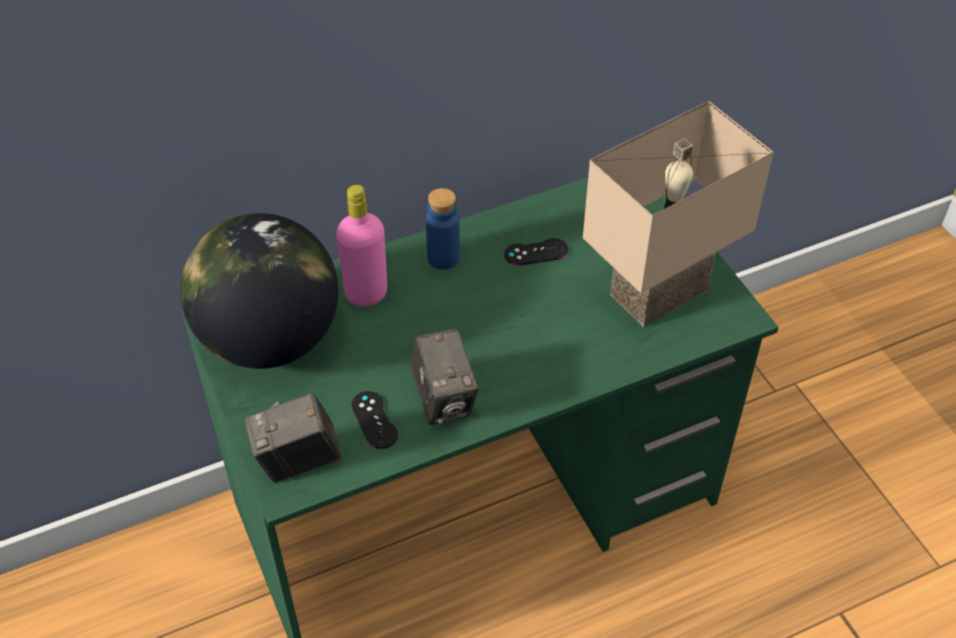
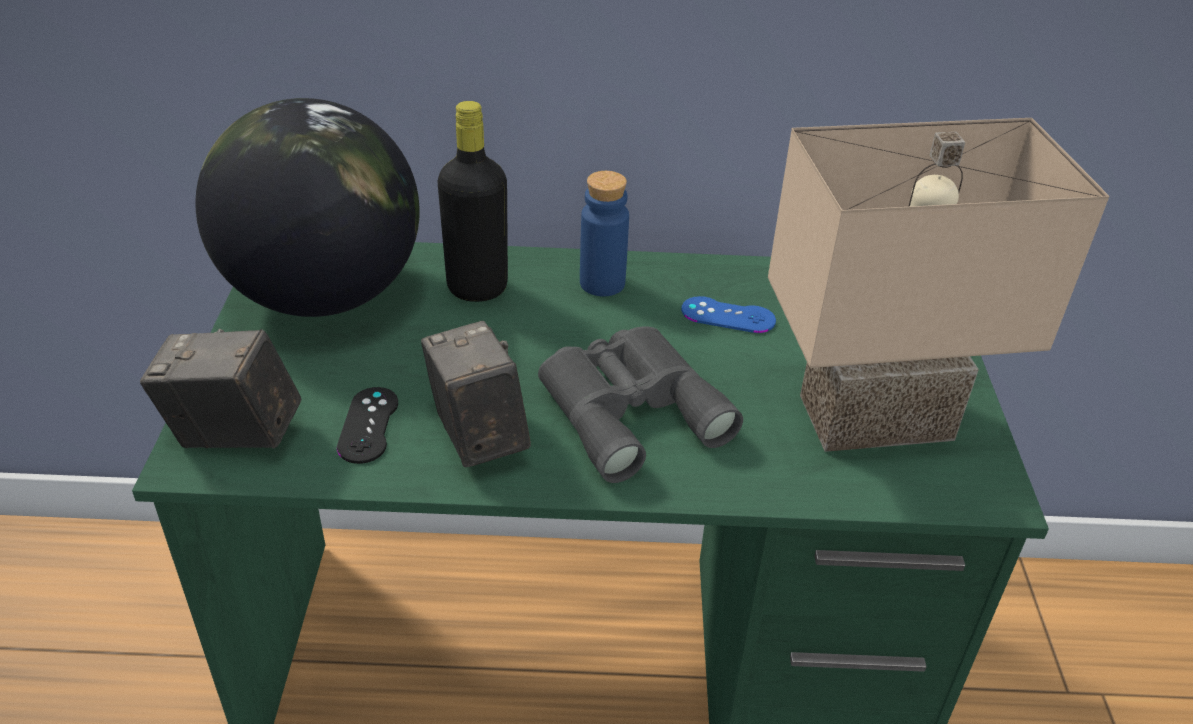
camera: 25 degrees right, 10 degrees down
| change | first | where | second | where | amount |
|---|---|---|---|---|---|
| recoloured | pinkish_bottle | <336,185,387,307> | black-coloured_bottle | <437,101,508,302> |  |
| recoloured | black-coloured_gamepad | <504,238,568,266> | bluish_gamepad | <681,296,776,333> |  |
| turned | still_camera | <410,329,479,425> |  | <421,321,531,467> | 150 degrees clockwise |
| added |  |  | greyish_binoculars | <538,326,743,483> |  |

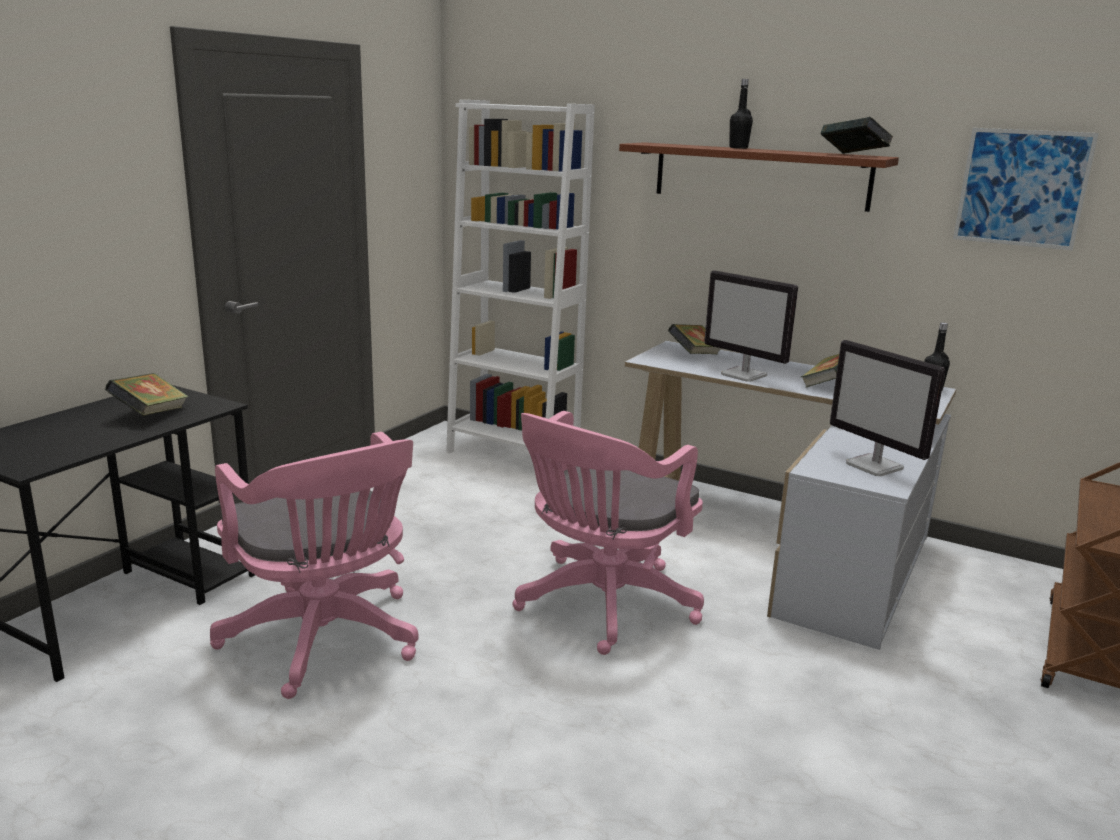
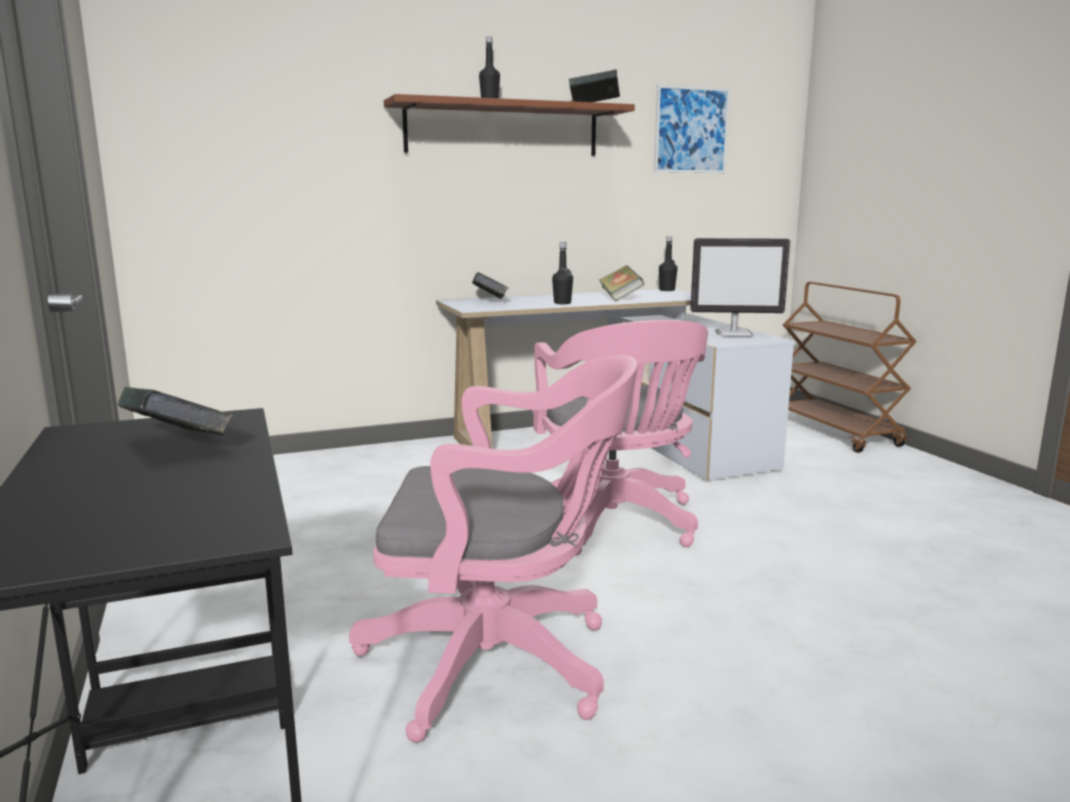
camera: 50 degrees left, 5 degrees down
| change | first | where | second | where | amount |
|---|---|---|---|---|---|
| removed | white_bookcase | <446,100,595,454> |  |  |  |
| replaced | monitor | <704,270,798,382> | black-coloured_bottle | <552,242,573,304> |  |

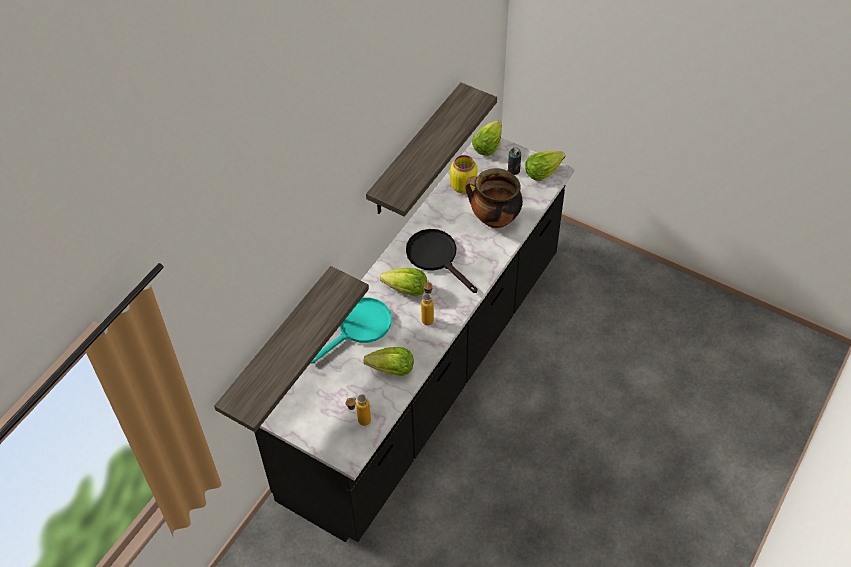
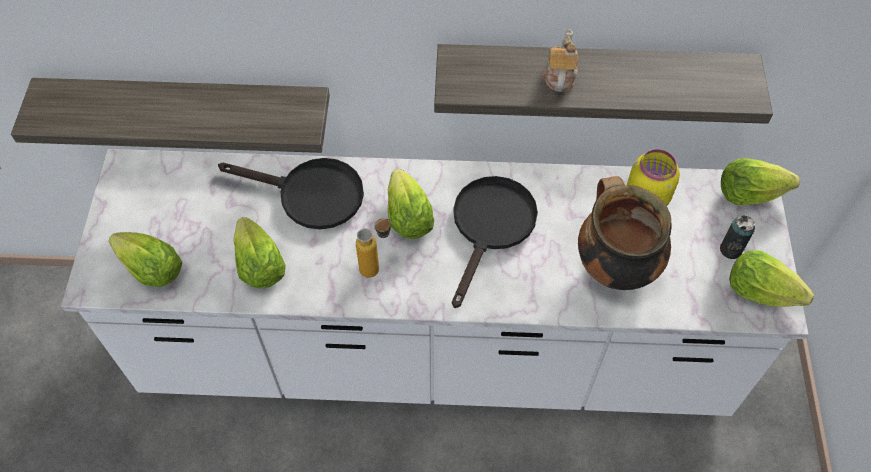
camera: 60 degrees right, 5 degrees up
| change | first | where | second | where | amount |
|---|---|---|---|---|---|
| recoloured | black-coloured_kitchen_base_unit | <254,138,575,542> | white_kitchen_base_unit | <61,149,808,416> |  |
| recoloured | turquoise-coloured_frying_pan | <310,298,392,364> | black-coloured_frying_pan | <218,158,364,229> |  |
| replaced | bottle | <345,394,371,426> | lettuce_head | <108,232,182,287> |  |
| added |  |  | teapot | <542,29,579,92> |  |

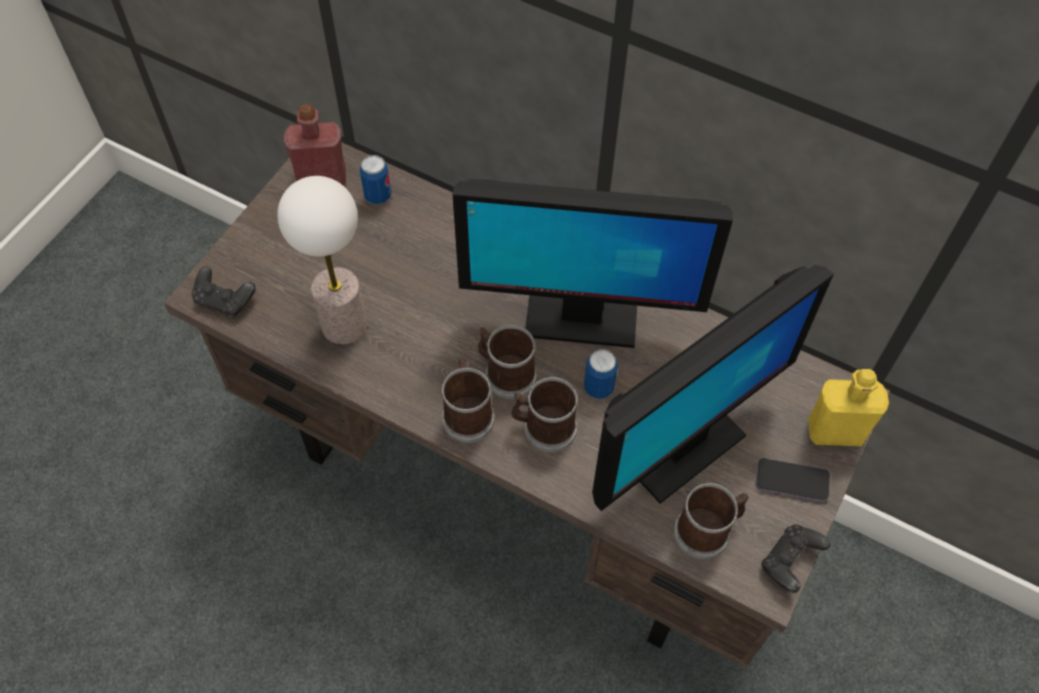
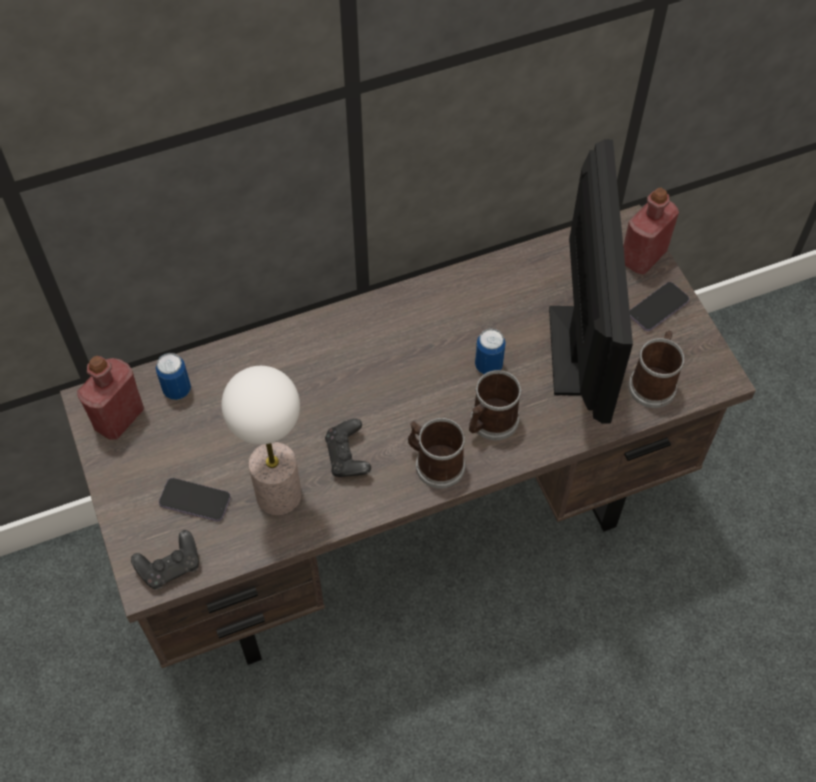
camera: 50 degrees left, 0 degrees up
| change | first | where | second | where | amount |
|---|---|---|---|---|---|
| removed | monitor | <453,179,733,348> |  |  |  |
| removed | mug | <478,325,537,399> |  |  |  |
| recoloured | yellow-coloured_bottle | <808,369,889,446> | reddish_bottle | <623,188,679,274> |  |
| moved | black-coloured_gamepad | <762,524,831,593> |  | <325,419,371,477> |  |
| added |  |  | phone | <159,478,231,521> |  |

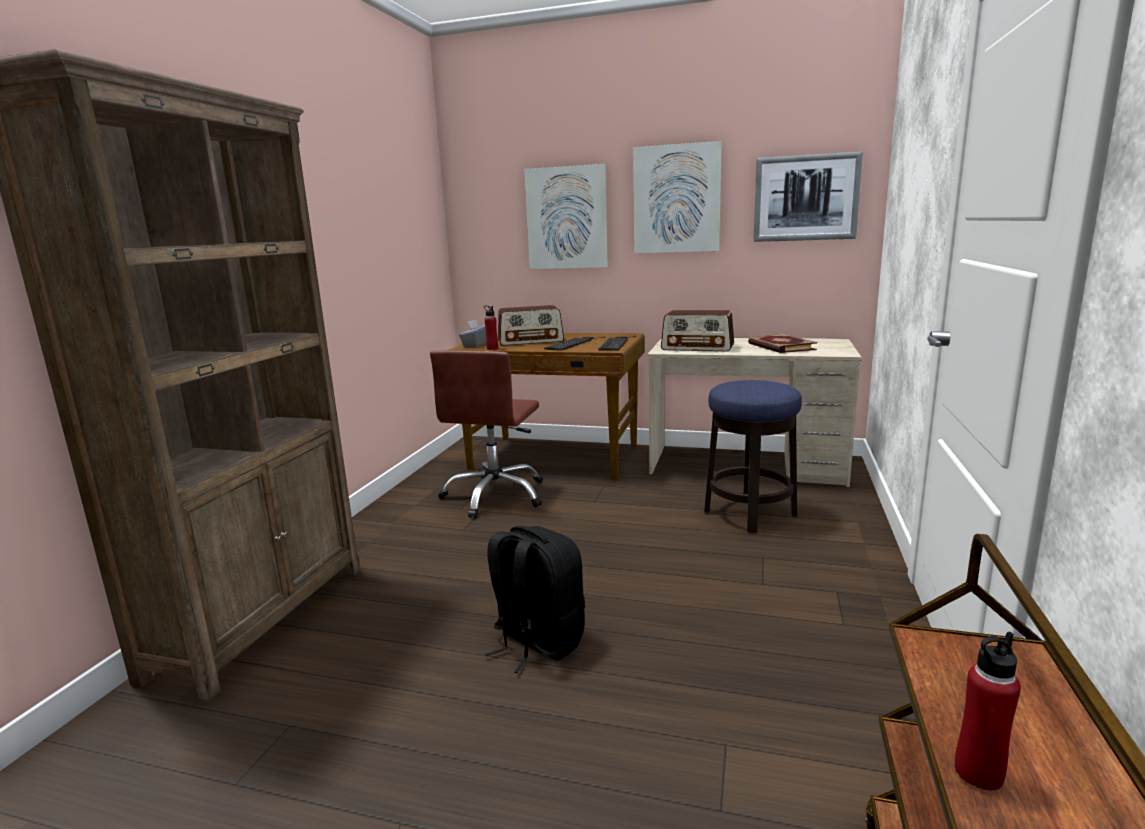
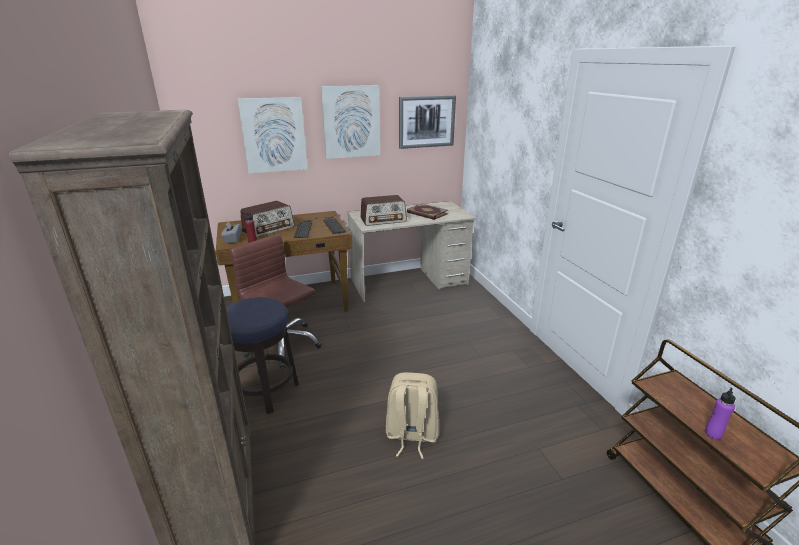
camera: 35 degrees left, 10 degrees up
| change | first | where | second | where | amount |
|---|---|---|---|---|---|
| turned | brown_computer_chair | <430,350,543,518> |  | <230,234,322,368> | 150 degrees clockwise |
| moved | stool_seat | <704,380,802,533> |  | <226,297,299,414> |  |
| recoloured | black-coloured_rucksack | <485,526,585,673> | sand-coloured_rucksack | <386,372,439,459> |  |
| recoloured | reddish_bottle | <955,632,1021,790> | purple-coloured_bottle | <705,388,736,440> |  |

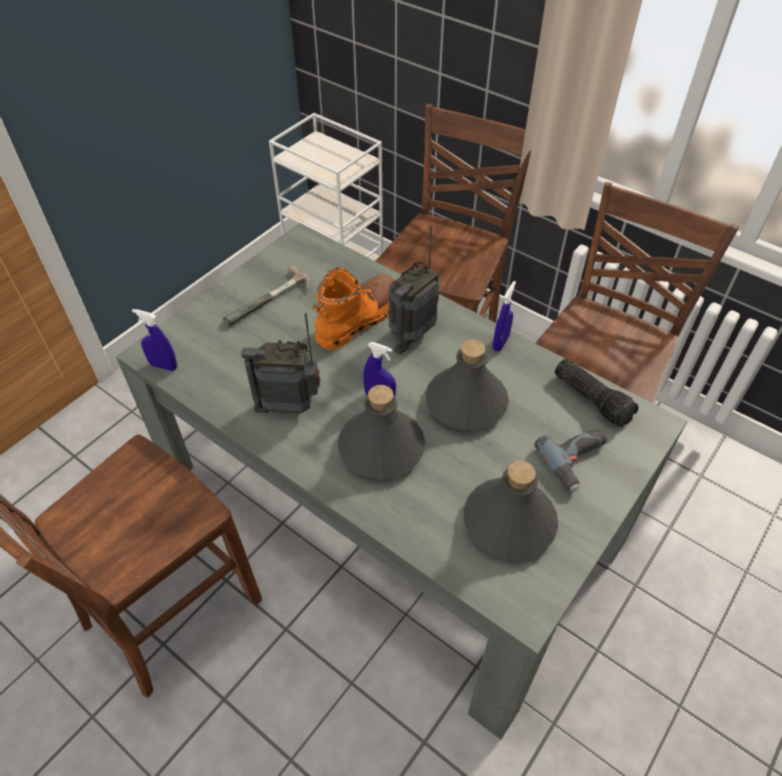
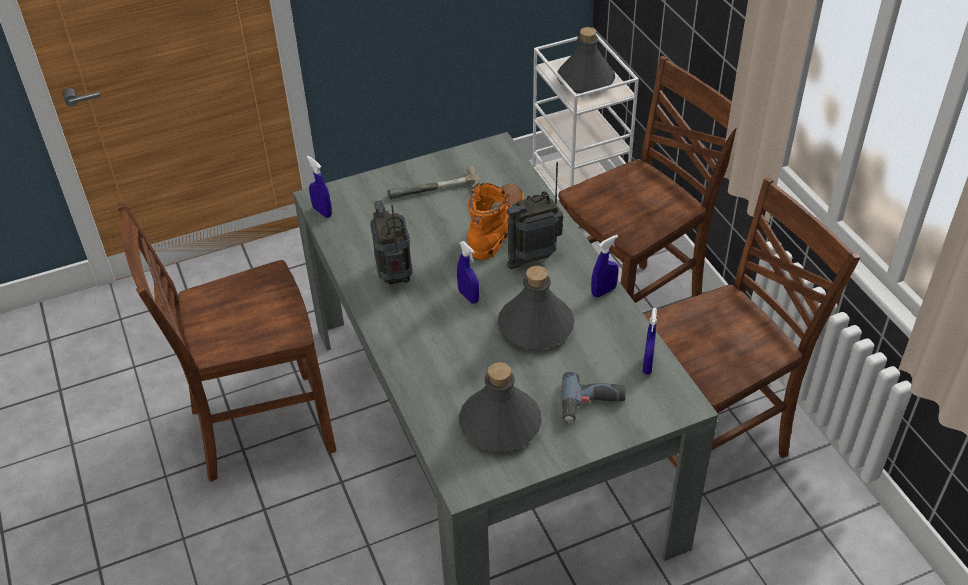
camera: 30 degrees right, 5 degrees down
| change | first | where | second | where | amount |
|---|---|---|---|---|---|
| turned | orange-coloured_boot | <312,268,394,350> |  | <468,183,525,260> | 45 degrees counterclockwise |
| turned | radio_receiver | <241,313,320,413> |  | <370,200,413,284> | 45 degrees clockwise |
| replaced | hand_torch | <555,358,639,428> | bluish_spray_bottle | <642,308,657,375> |  |
| moved | greyish_bottle | <338,385,425,479> |  | <557,27,615,93> |  |

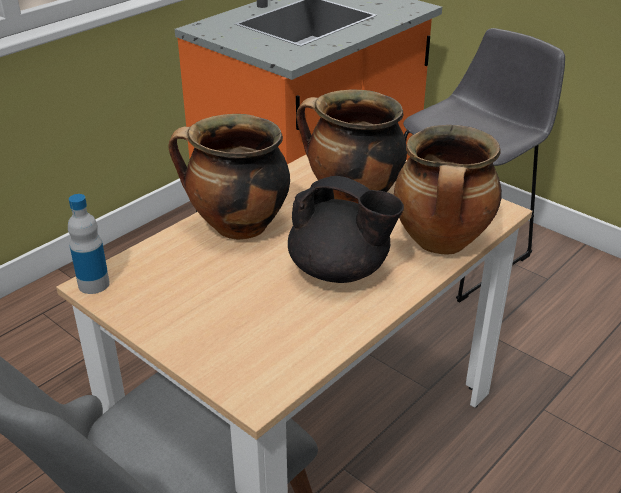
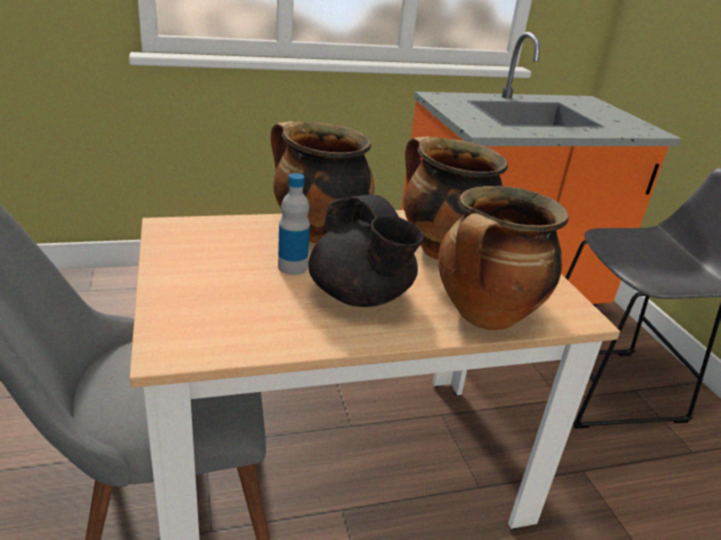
camera: 30 degrees right, 5 degrees down
| change | first | where | second | where | amount |
|---|---|---|---|---|---|
| moved | bottle | <68,194,110,294> |  | <278,173,310,275> |  |

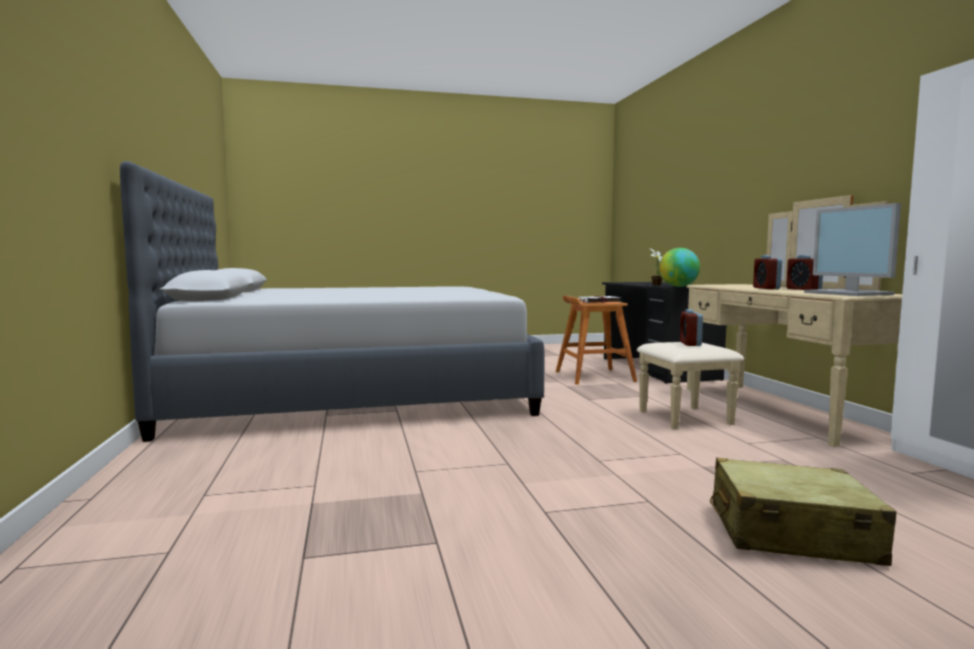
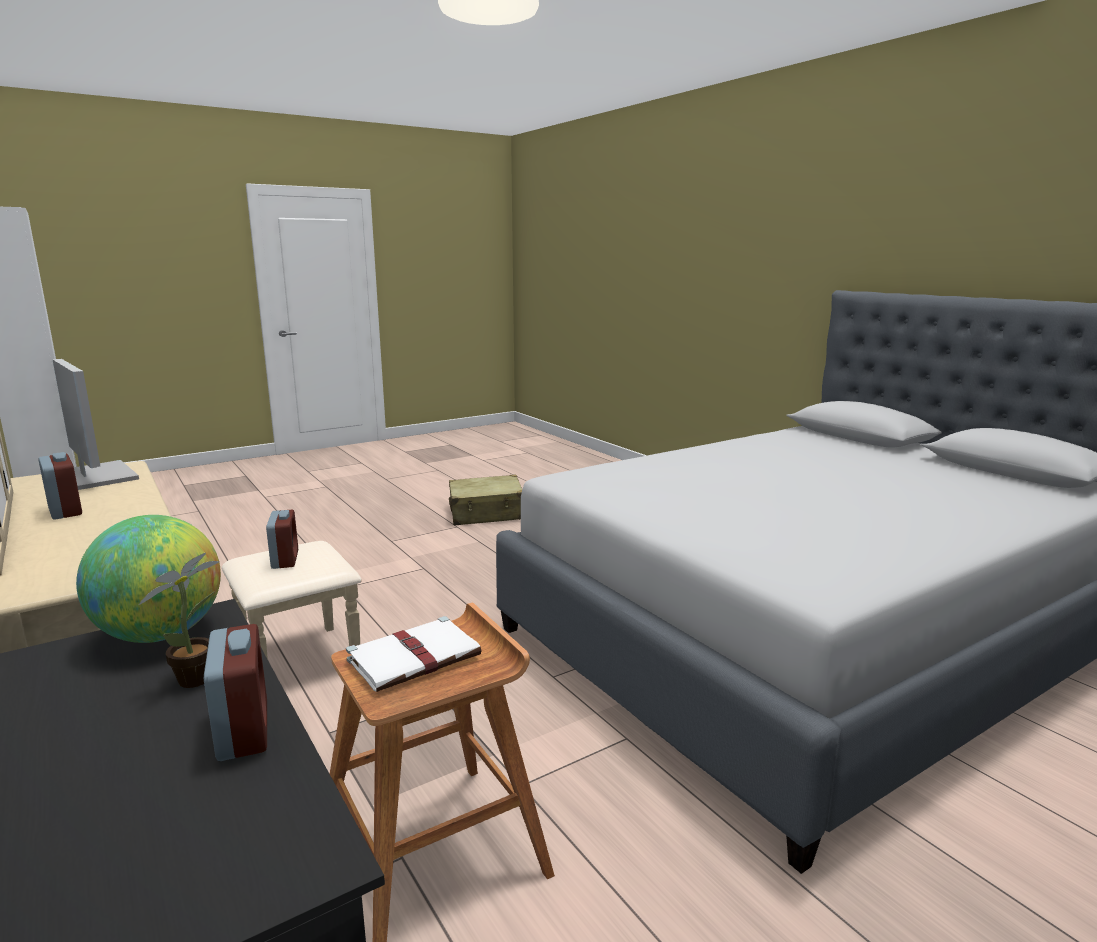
camera: 160 degrees right, 10 degrees up
| change | first | where | second | where | amount |
|---|---|---|---|---|---|
| moved | alarm_clock | <753,255,782,289> |  | <204,624,267,761> |  |
| moved | sand-coloured_travel_case | <710,457,897,566> |  | <449,475,522,526> |  |

